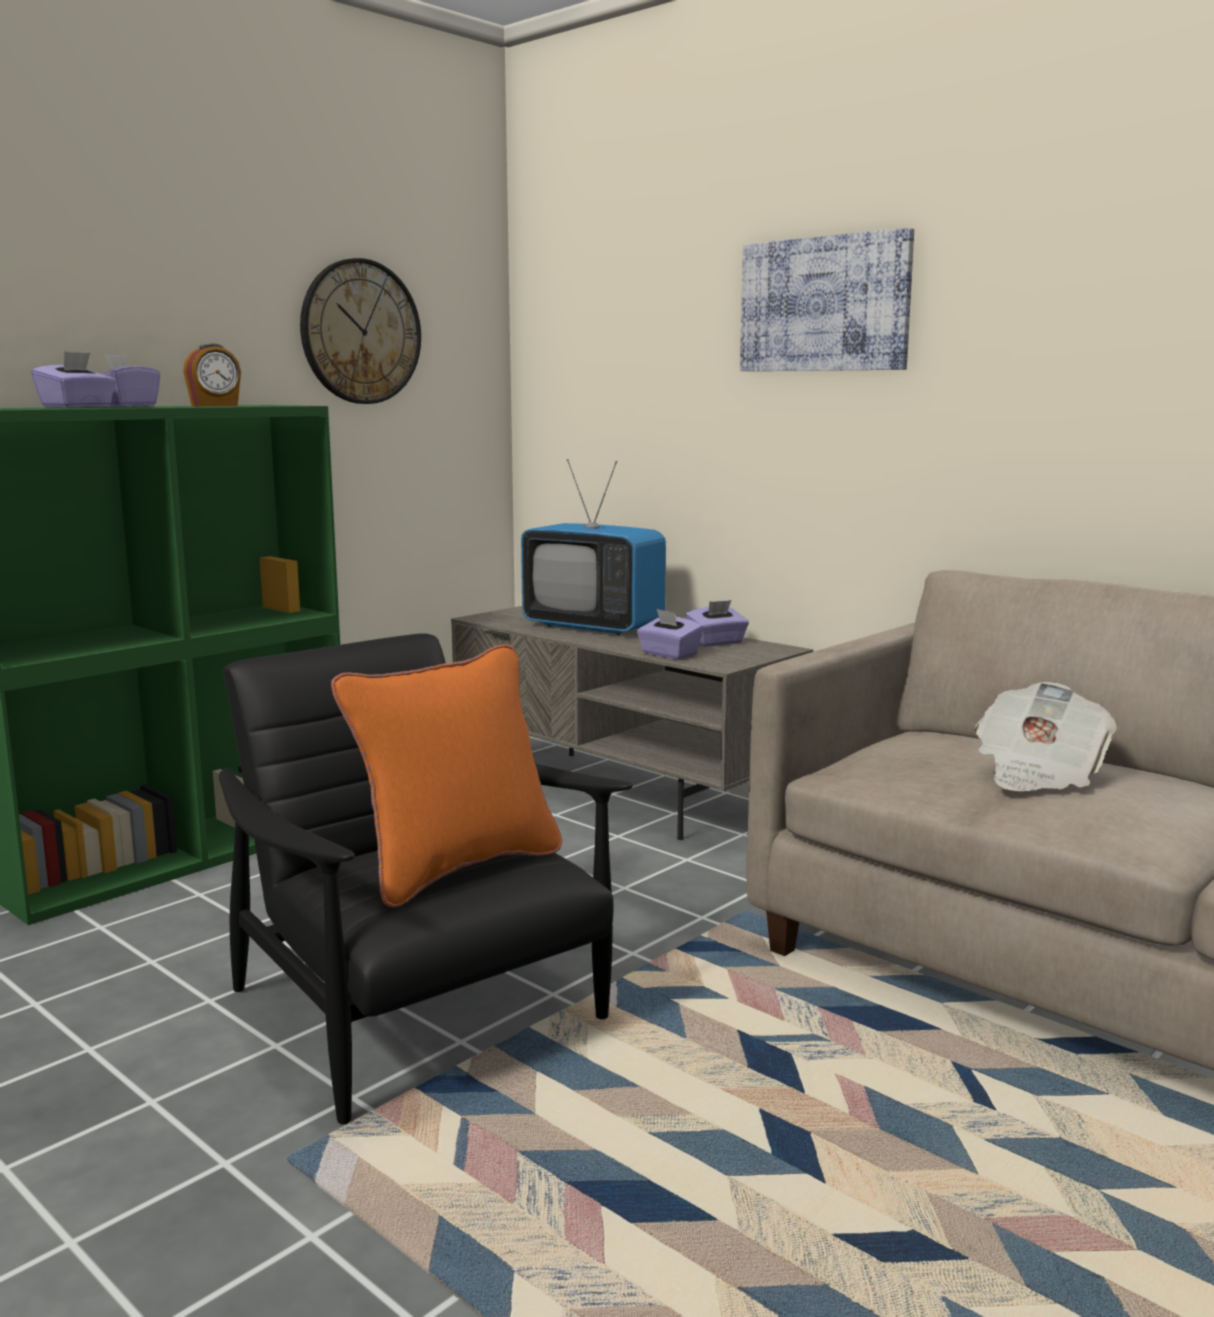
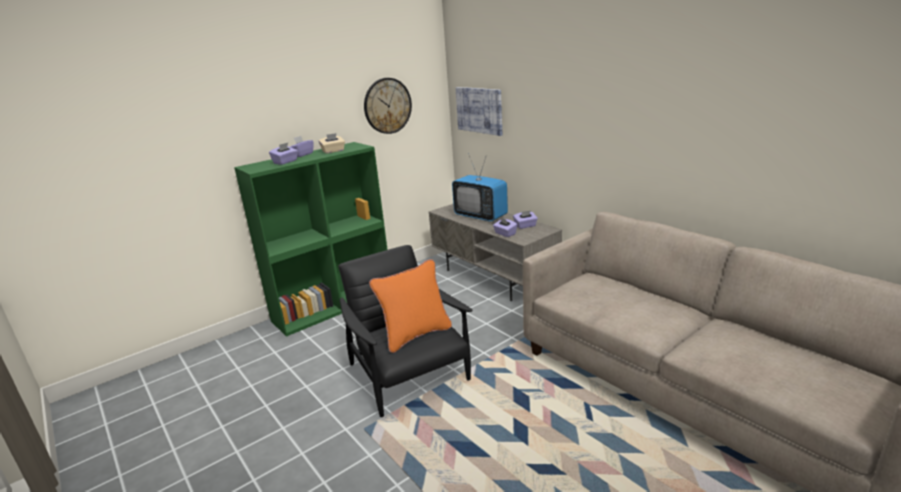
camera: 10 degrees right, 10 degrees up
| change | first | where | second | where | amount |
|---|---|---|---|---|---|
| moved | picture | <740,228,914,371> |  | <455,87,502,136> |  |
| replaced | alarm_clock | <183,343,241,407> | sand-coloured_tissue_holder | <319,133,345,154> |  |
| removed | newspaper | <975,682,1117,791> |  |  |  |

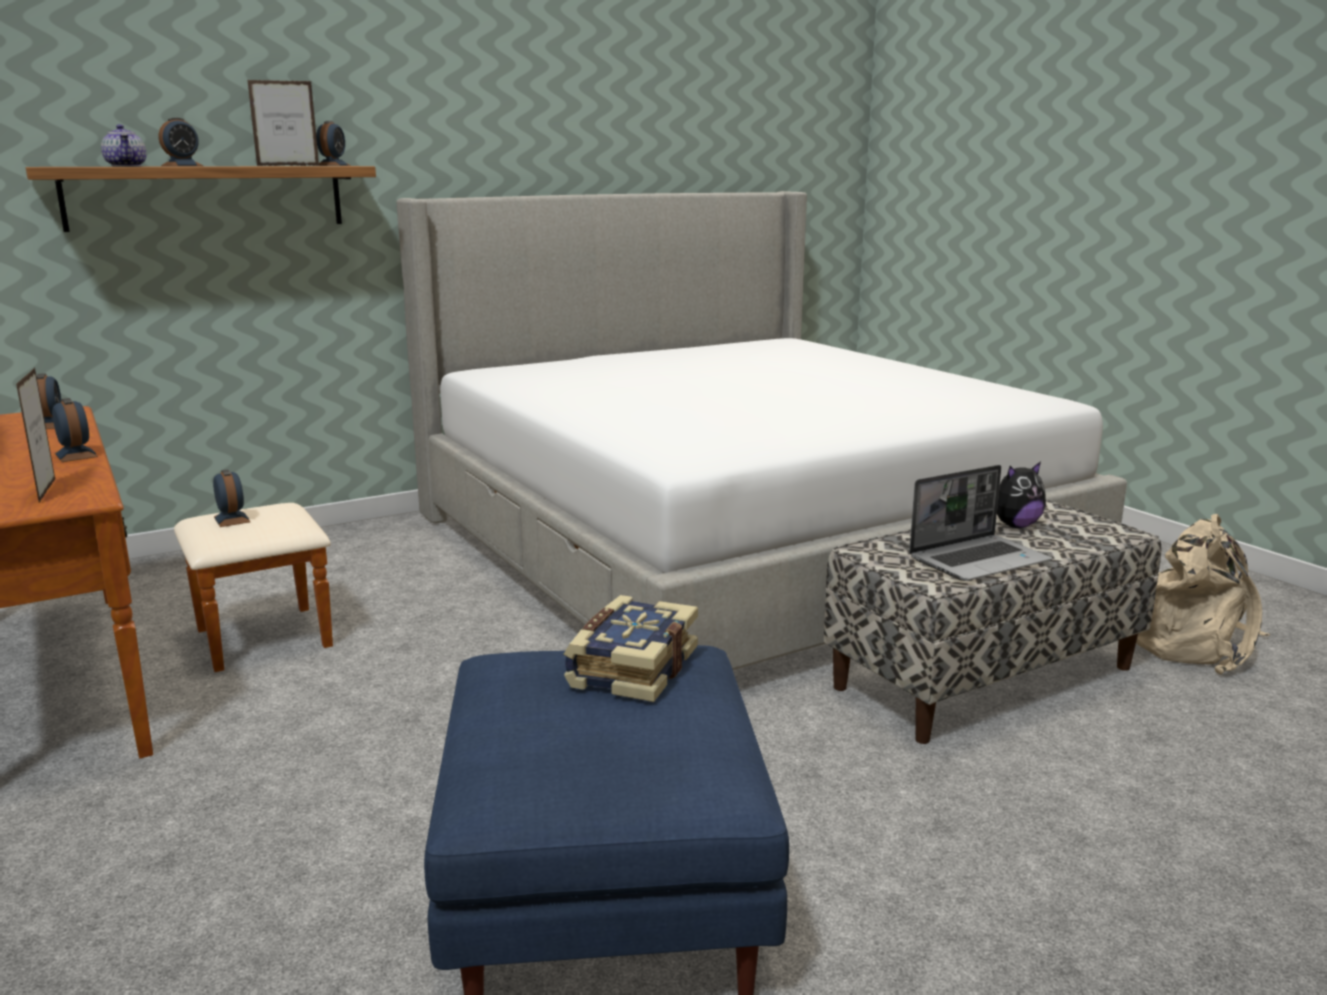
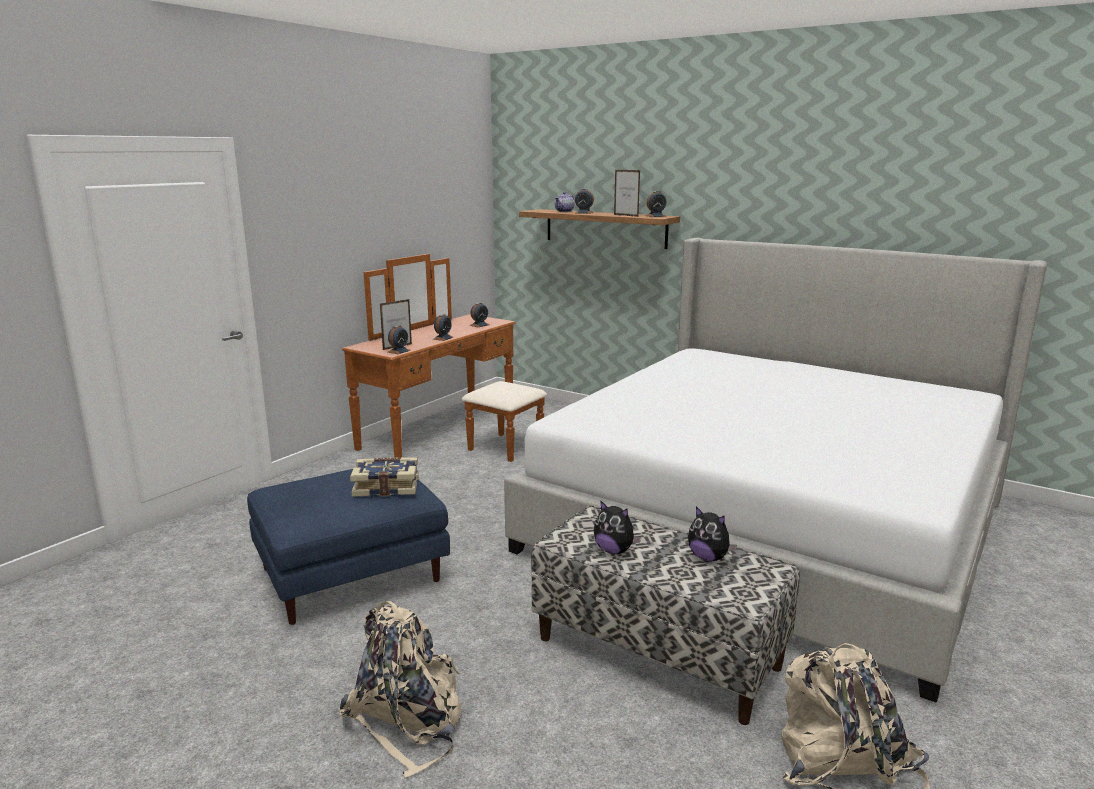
camera: 65 degrees right, 0 degrees up
| change | first | where | second | where | amount |
|---|---|---|---|---|---|
| replaced | laptop | <909,465,1052,581> | plush_toy | <594,500,641,554> |  |
| moved | alarm_clock | <213,469,250,527> |  | <388,326,411,354> |  |
| added |  |  | sand-coloured_rucksack | <339,601,461,778> |  |

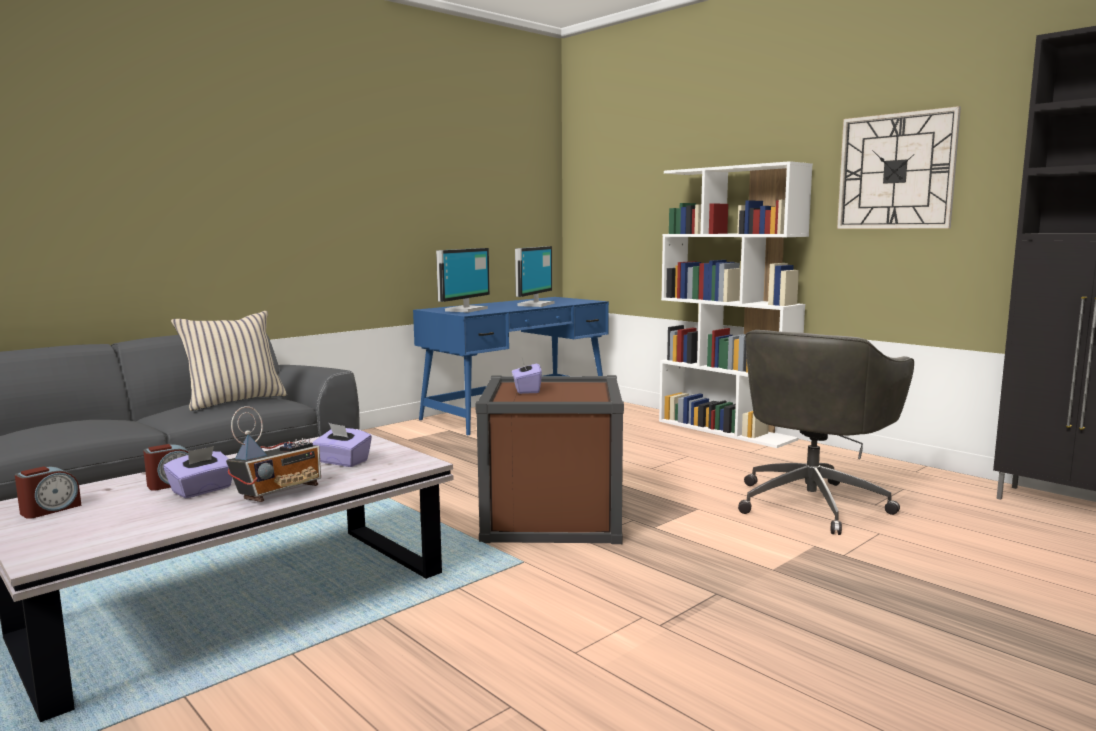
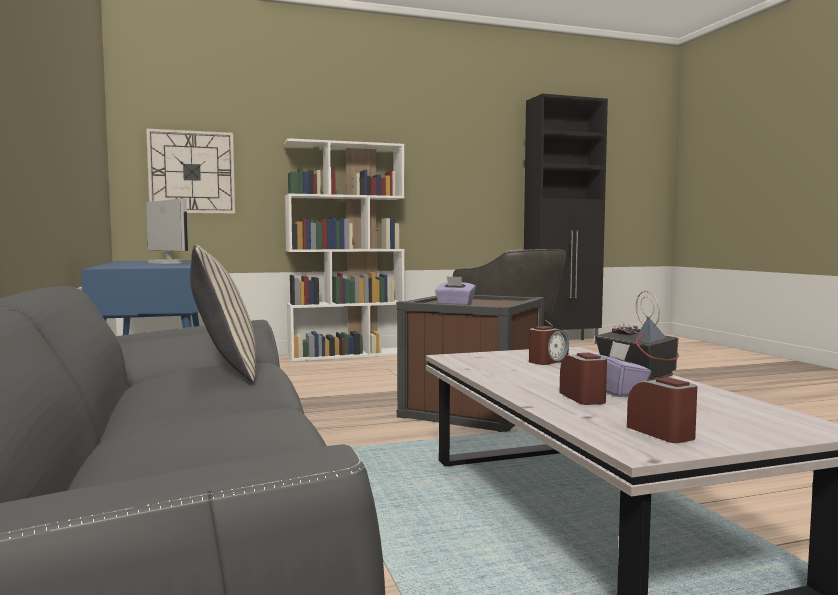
camera: 65 degrees left, 5 degrees down
| change | first | where | second | where | amount |
|---|---|---|---|---|---|
| moved | wall_clock | <837,106,961,229> |  | <146,129,235,214> |  |
| removed | monitor | <436,248,490,313> |  |  |  |
| replaced | purple-coloured_tissue_holder | <312,423,372,467> | alarm_clock | <529,326,569,365> |  |

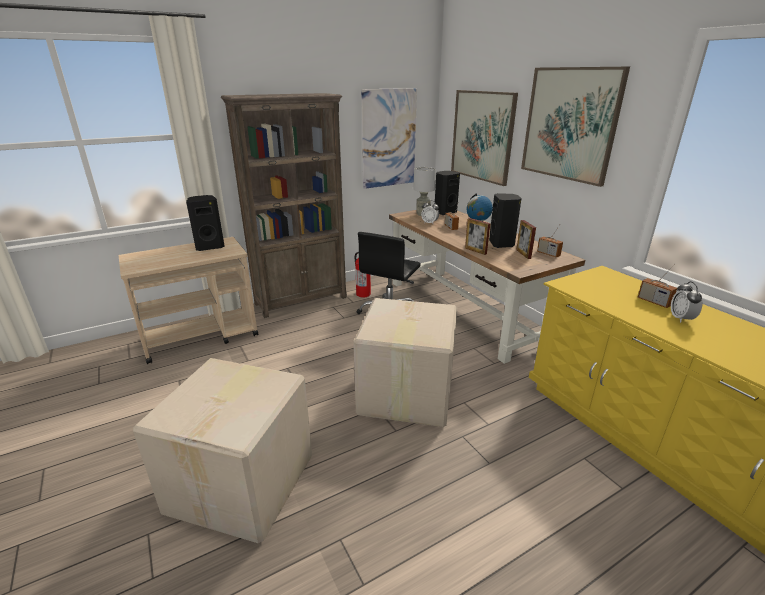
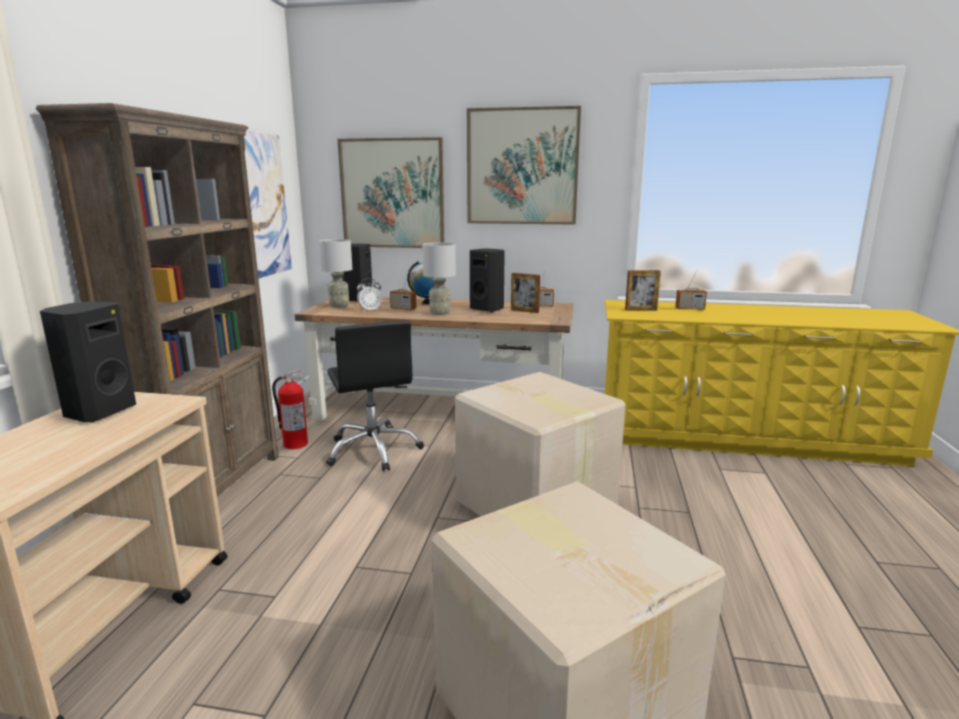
camera: 50 degrees left, 10 degrees down
| change | first | where | second | where | amount |
|---|---|---|---|---|---|
| moved | standing_frame | <465,218,490,255> |  | <625,270,661,311> |  |
| removed | alarm_clock | <671,281,702,323> |  |  |  |
| added |  |  | greyish_tabletop_lamp | <422,242,456,315> |  |

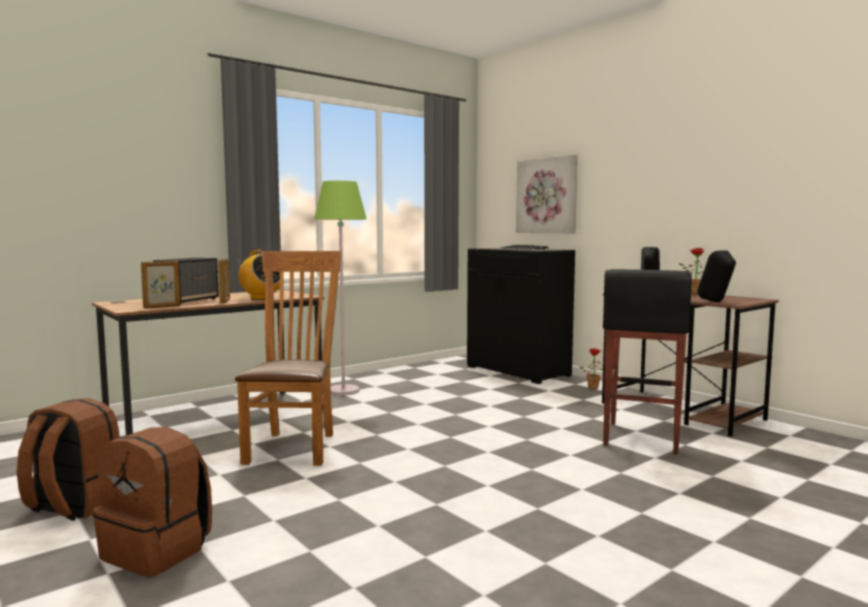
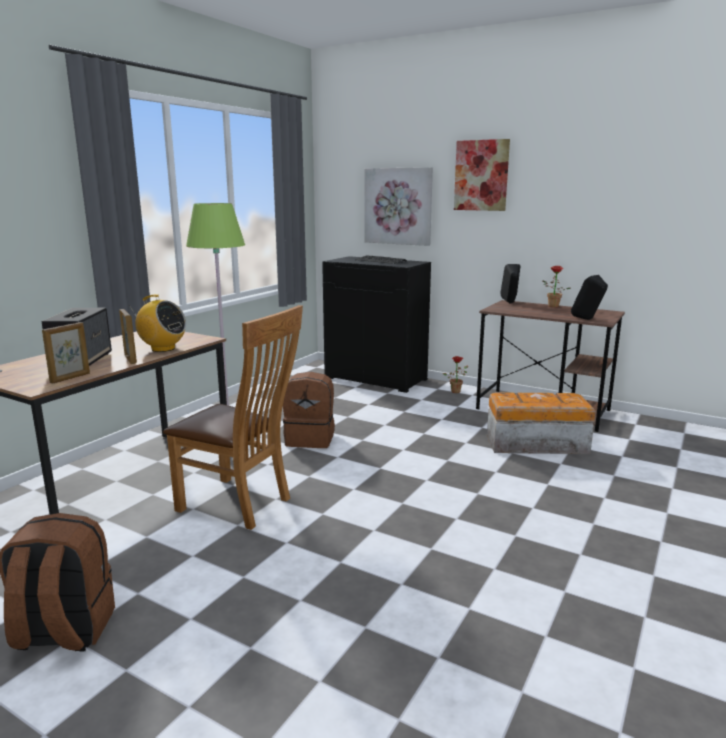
camera: 20 degrees left, 10 degrees up
| change | first | where | second | where | amount |
|---|---|---|---|---|---|
| turned | brown_plain_chair | <235,251,341,466> |  | <163,305,303,530> | 135 degrees clockwise |
| replaced | black-coloured_stool_seat | <603,269,692,455> | storage_container | <487,392,596,454> |  |
| moved | brown_rucksack | <93,427,212,577> |  | <283,372,335,448> |  |
| added |  |  | picture | <454,139,510,211> |  |

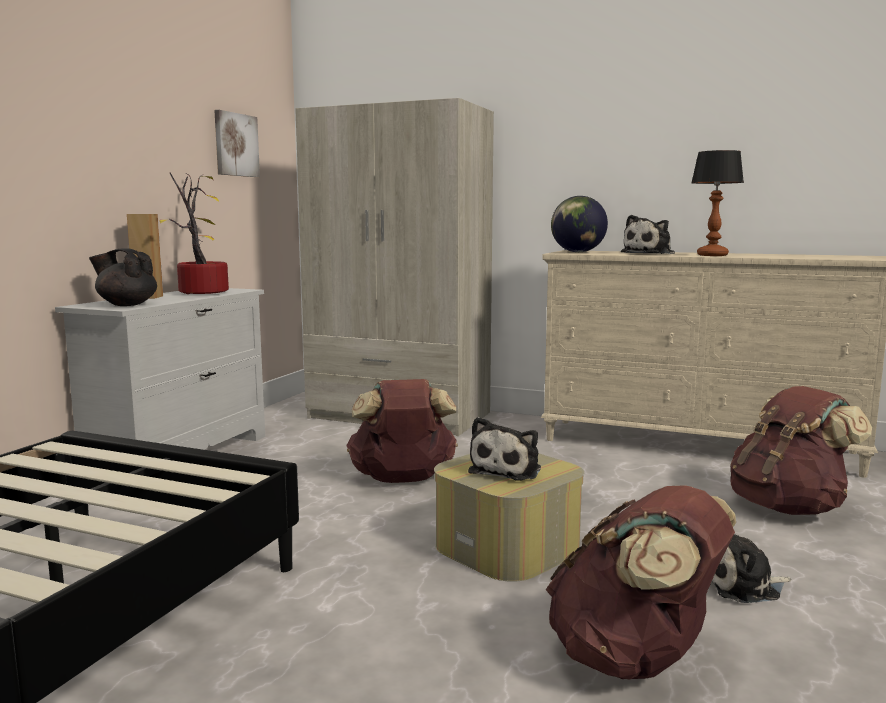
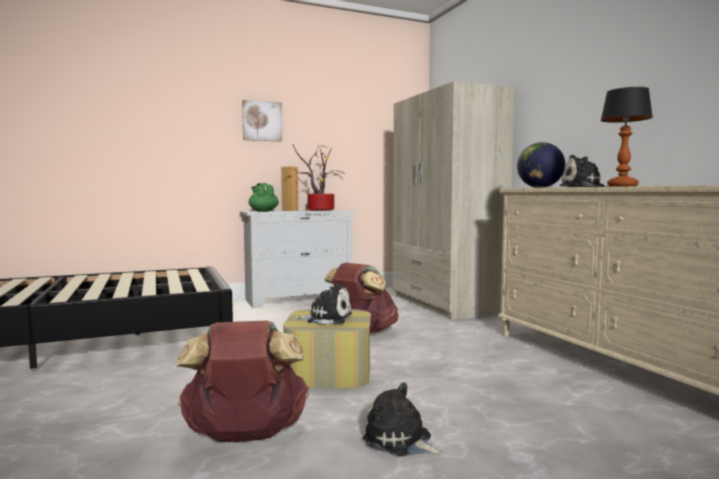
camera: 45 degrees right, 5 degrees down
| change | first | where | second | where | amount |
|---|---|---|---|---|---|
| moved | picture | <214,110,260,177> |  | <242,100,282,142> |  |
| recoloured | black-coloured_teapot | <89,248,157,306> | green_teapot | <249,183,279,212> |  |
| removed | brown_rucksack | <730,386,872,515> |  |  |  |
| turned | plush_toy | <468,417,541,480> |  | <294,284,352,325> | 150 degrees counterclockwise |

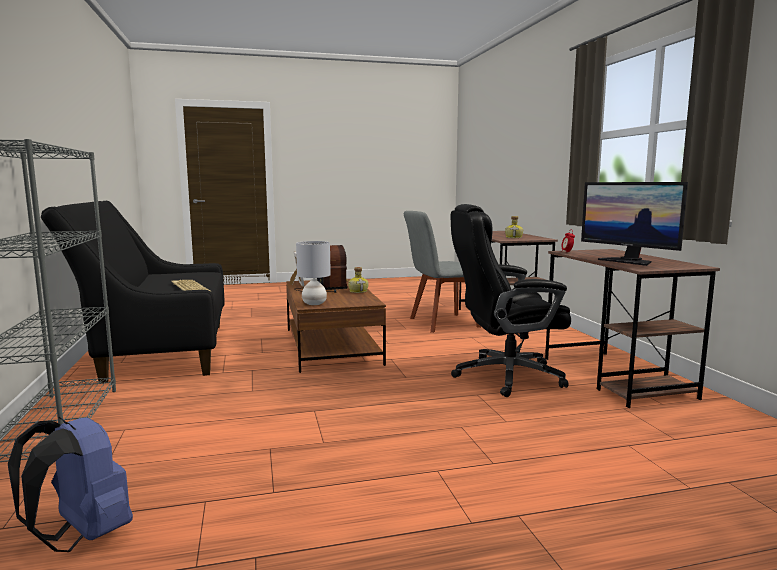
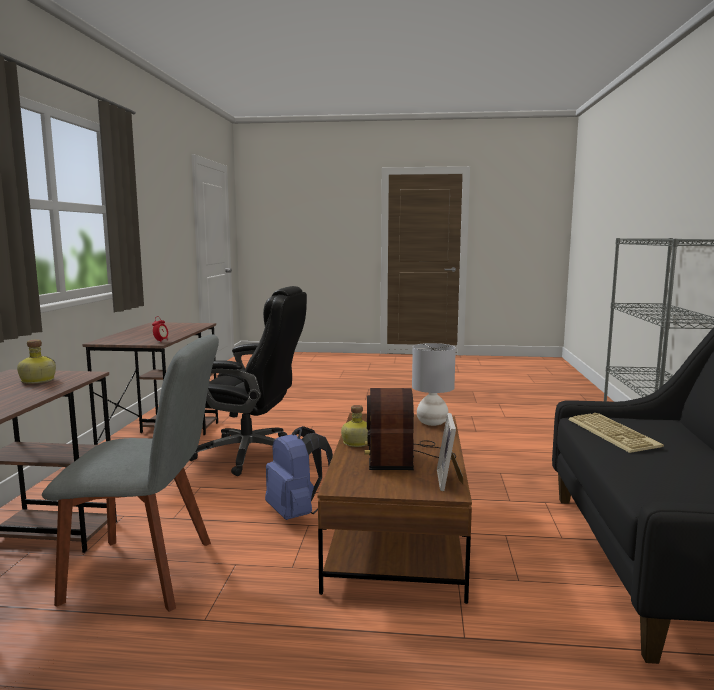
camera: 160 degrees left, 0 degrees up
| change | first | where | second | where | amount |
|---|---|---|---|---|---|
| removed | monitor | <581,182,688,266> |  |  |  |
| moved | bluish_rucksack | <8,417,133,552> |  | <265,426,333,520> |  |

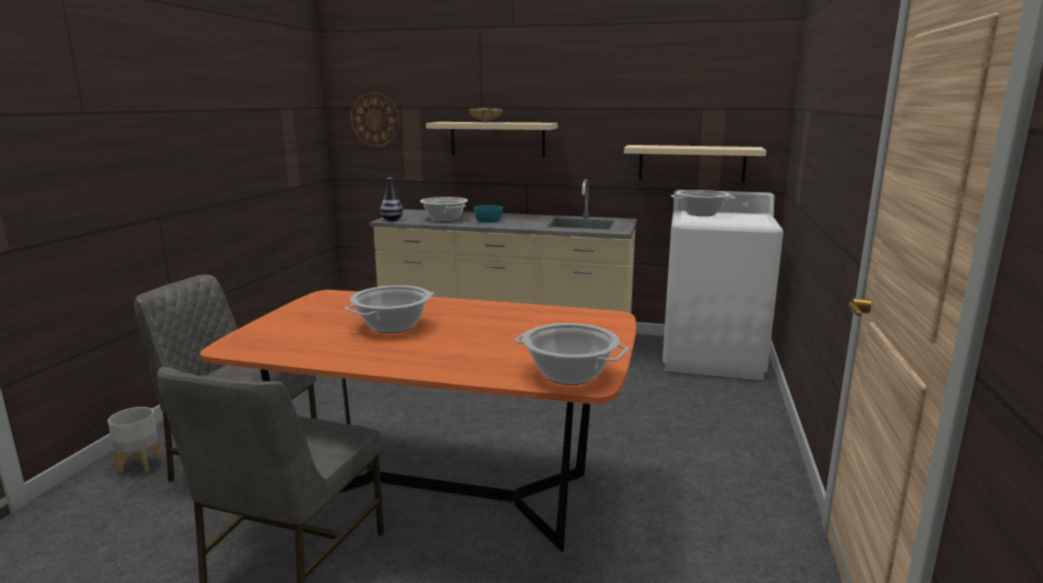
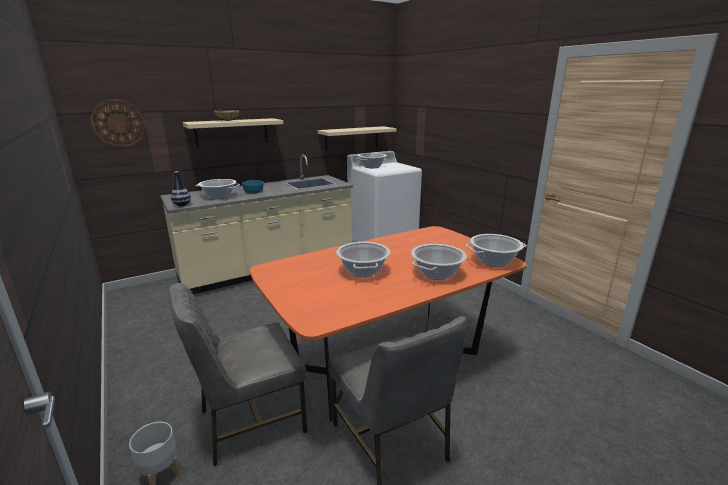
camera: 45 degrees left, 5 degrees up
| change | first | where | second | where | amount |
|---|---|---|---|---|---|
| added |  |  | cooking_pot | <411,244,467,280> |  |

